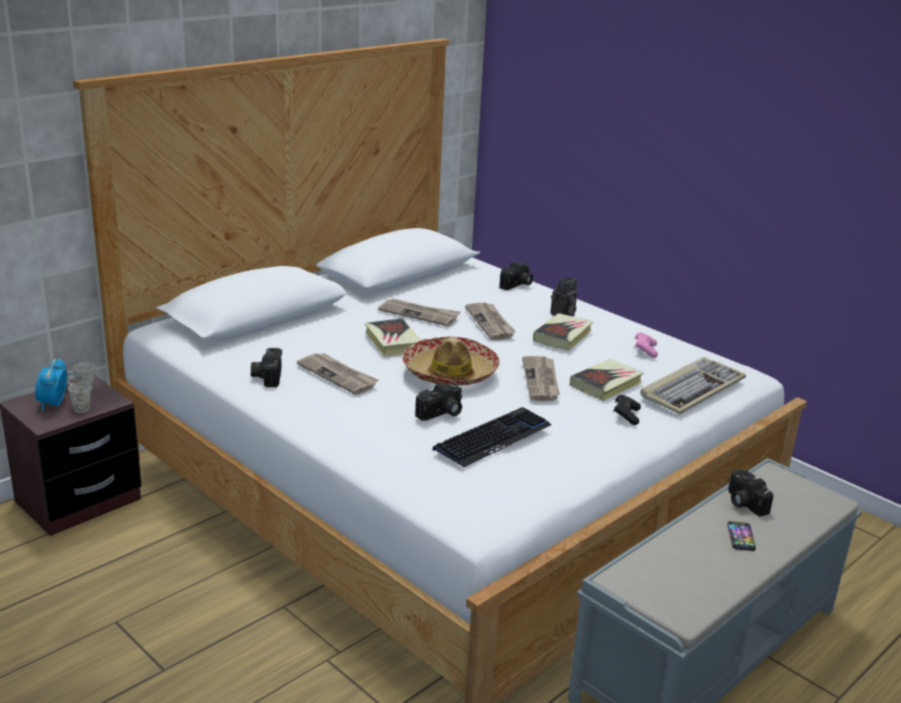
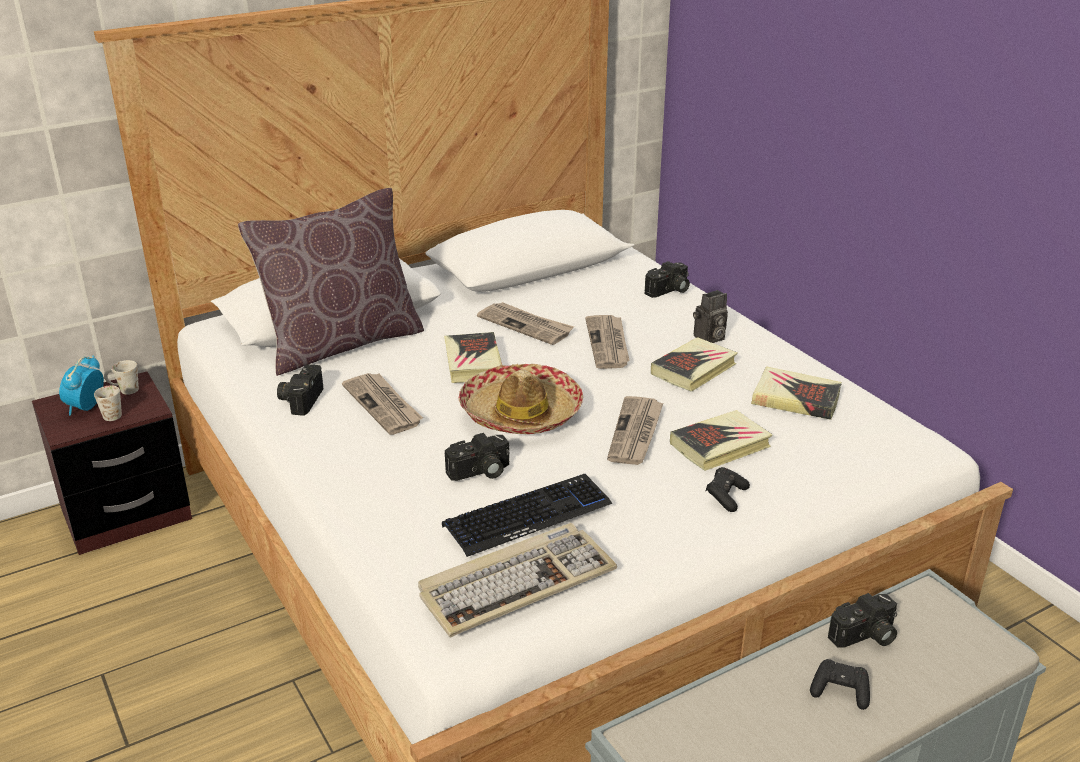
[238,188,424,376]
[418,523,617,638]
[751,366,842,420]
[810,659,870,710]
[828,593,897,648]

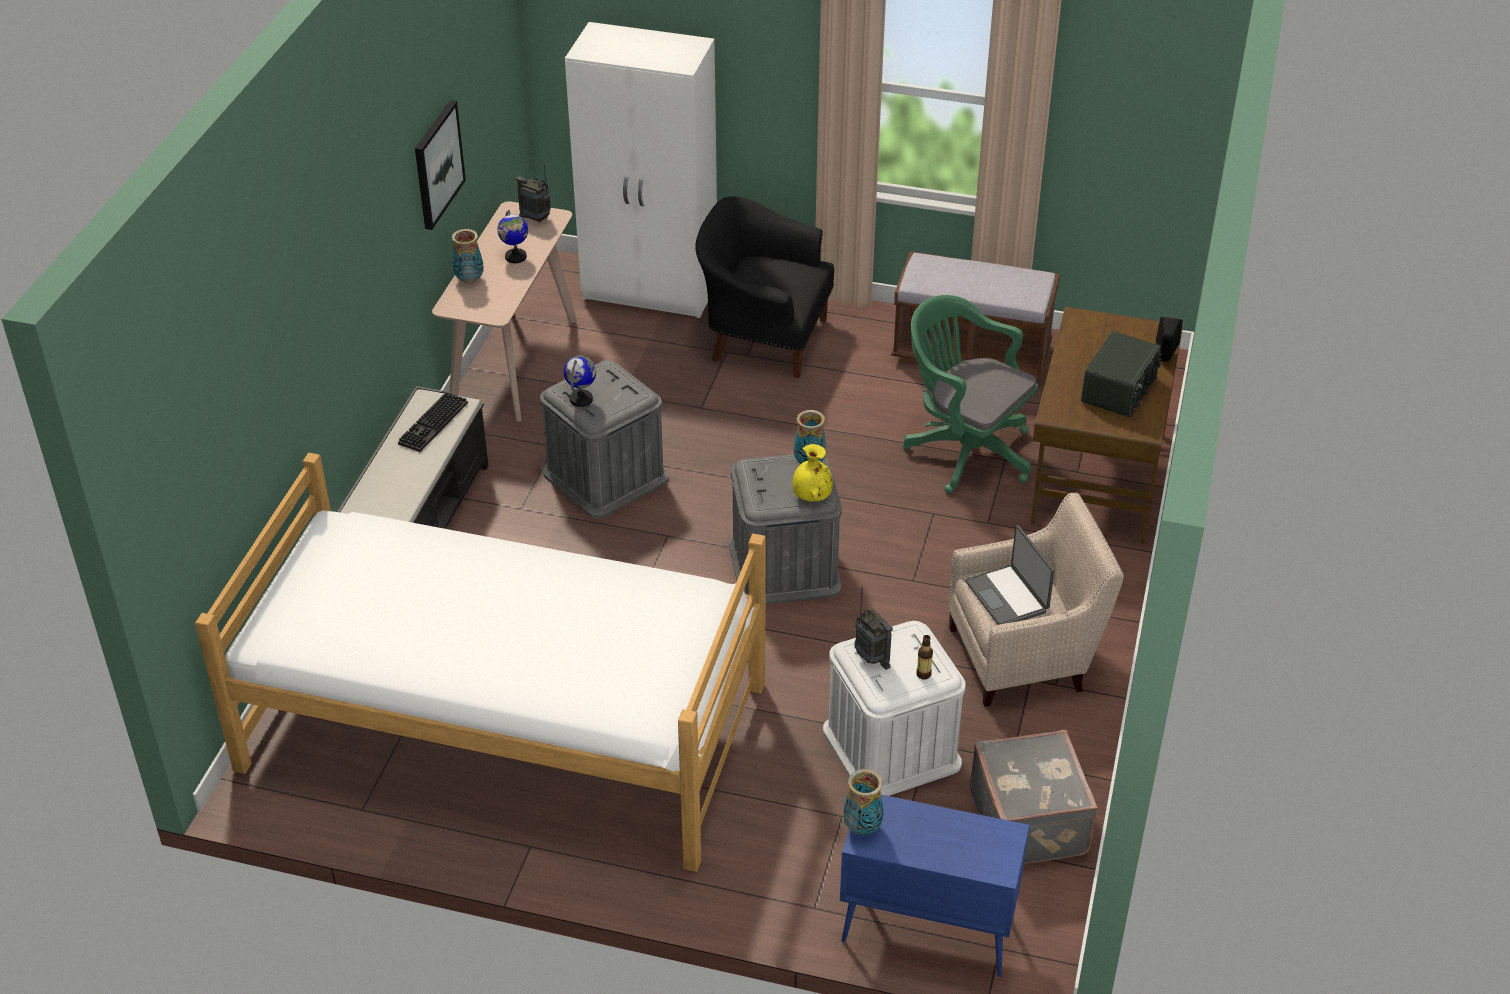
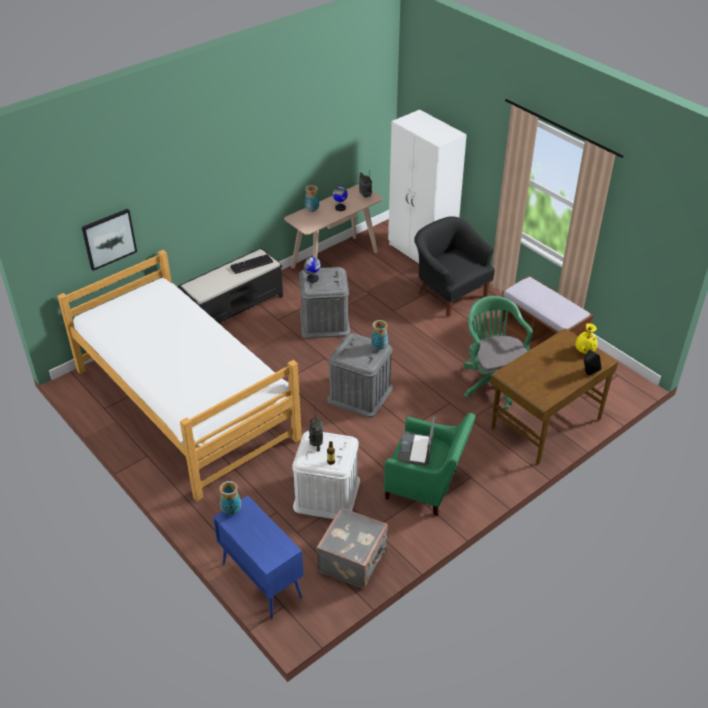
[1081,331,1162,417] (first image)
[82,209,137,271]
[575,323,597,354]
[384,413,475,516]

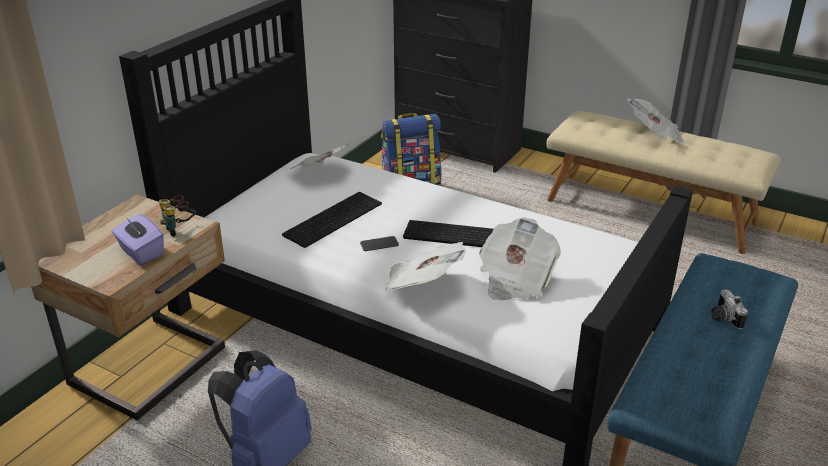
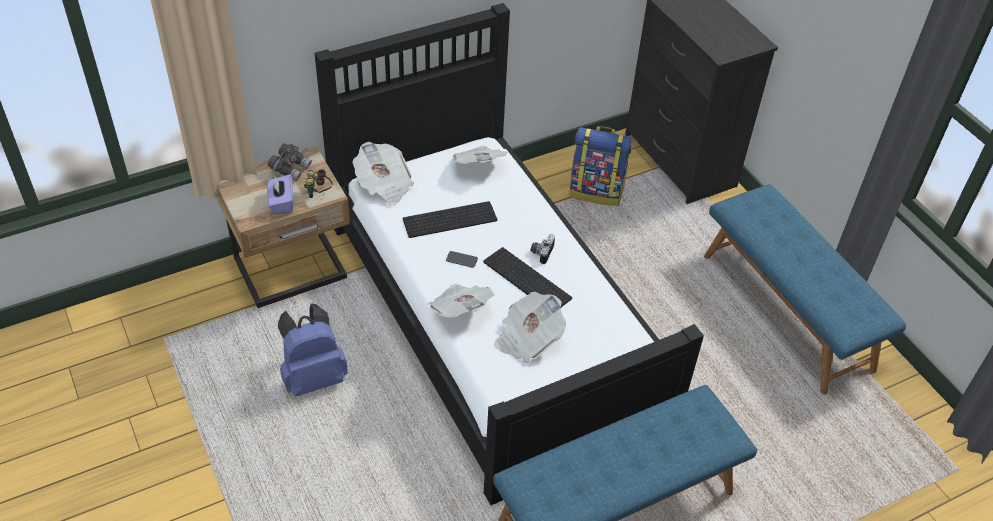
[268,143,312,181]
[353,142,414,205]
[531,234,555,264]
[704,184,906,395]

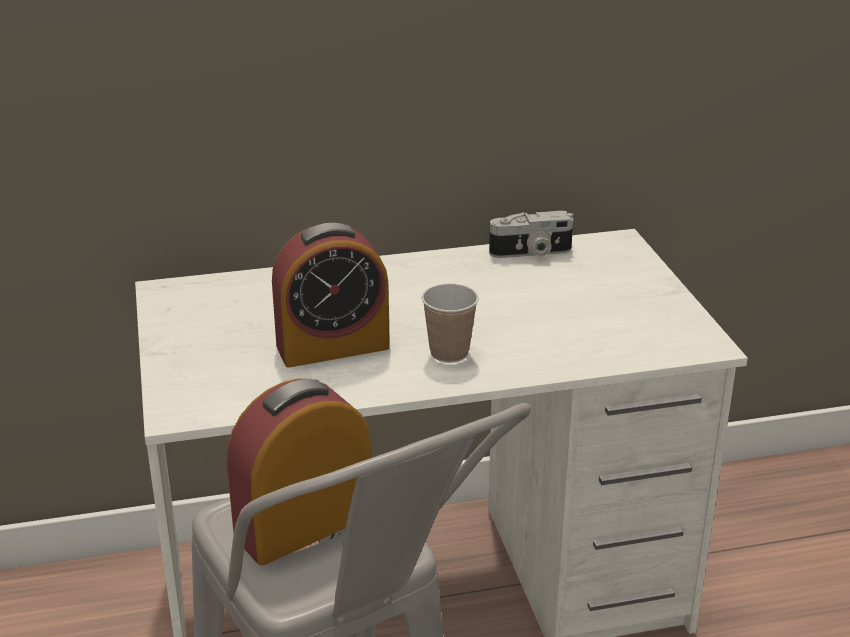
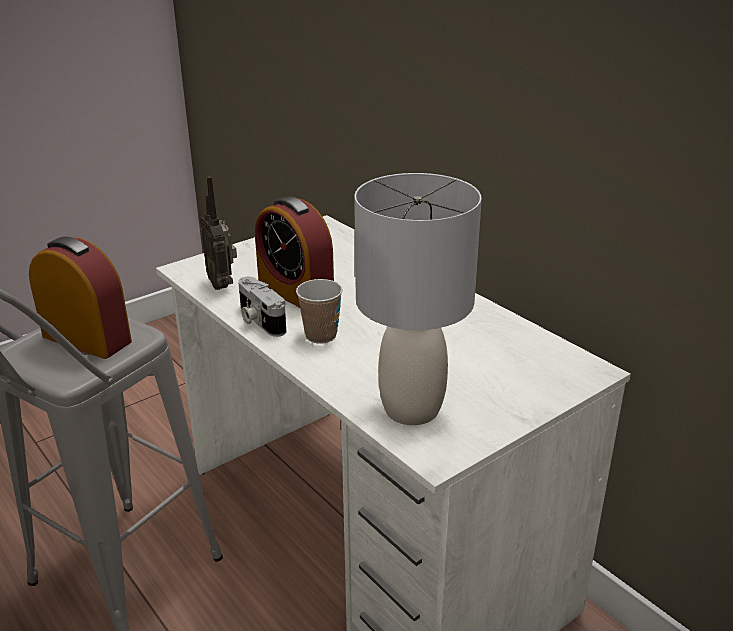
[200,176,237,290]
[354,173,482,425]
[238,277,286,337]

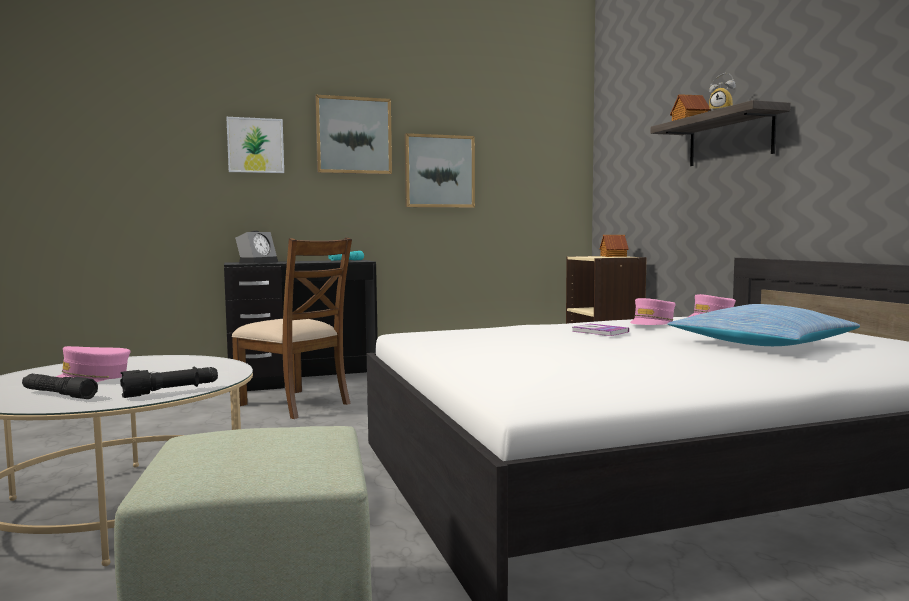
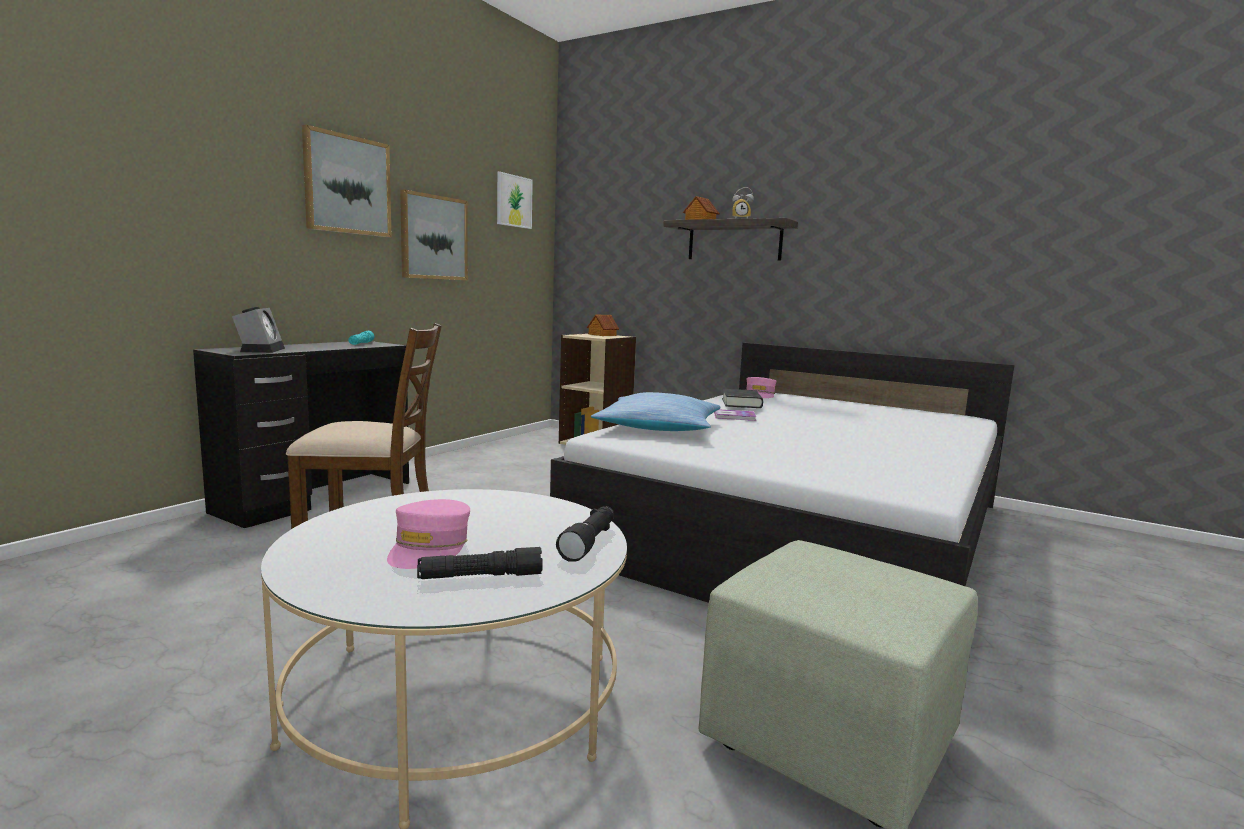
[497,172,533,229]
[591,392,721,431]
[722,389,763,408]

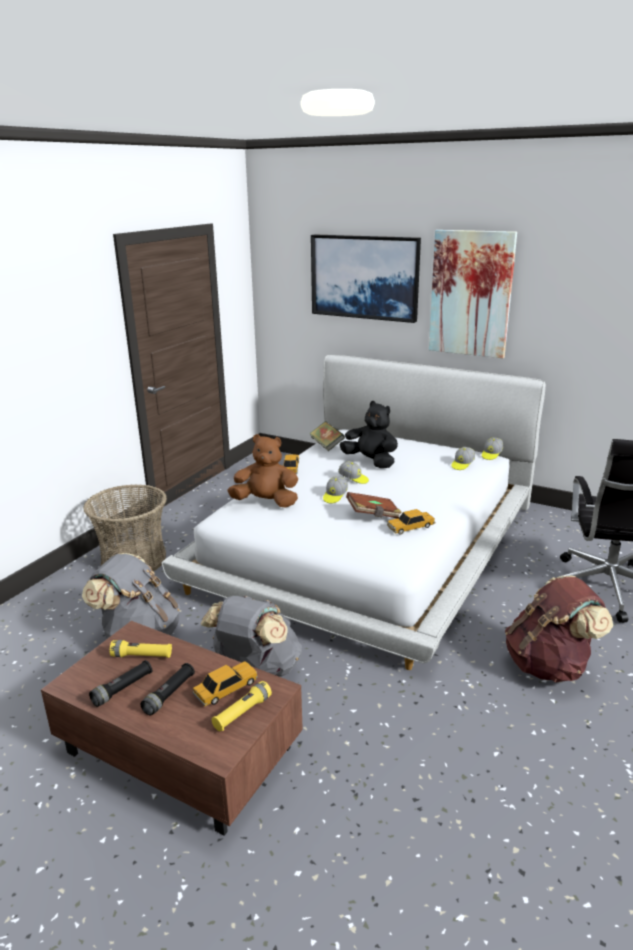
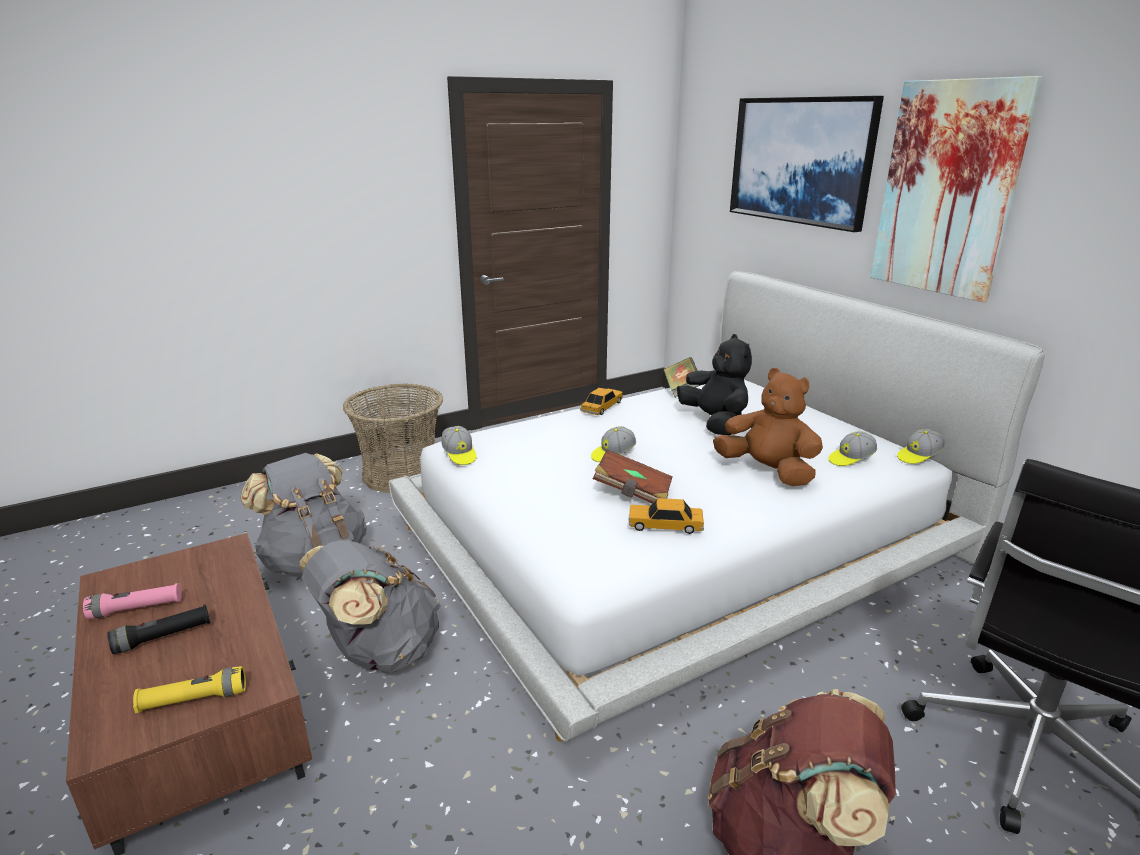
[109,640,172,658] (first image)
[192,661,258,706] (first image)
[713,368,823,486]
[441,426,477,465]
[83,583,182,619]

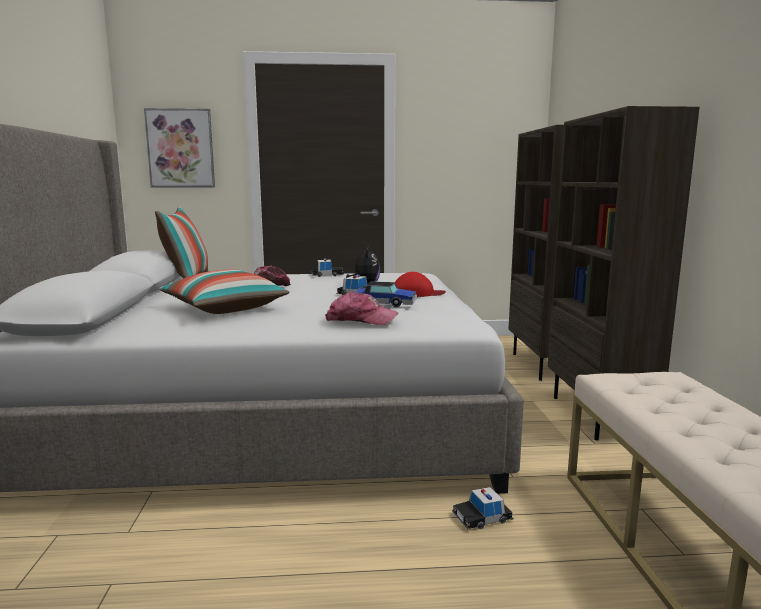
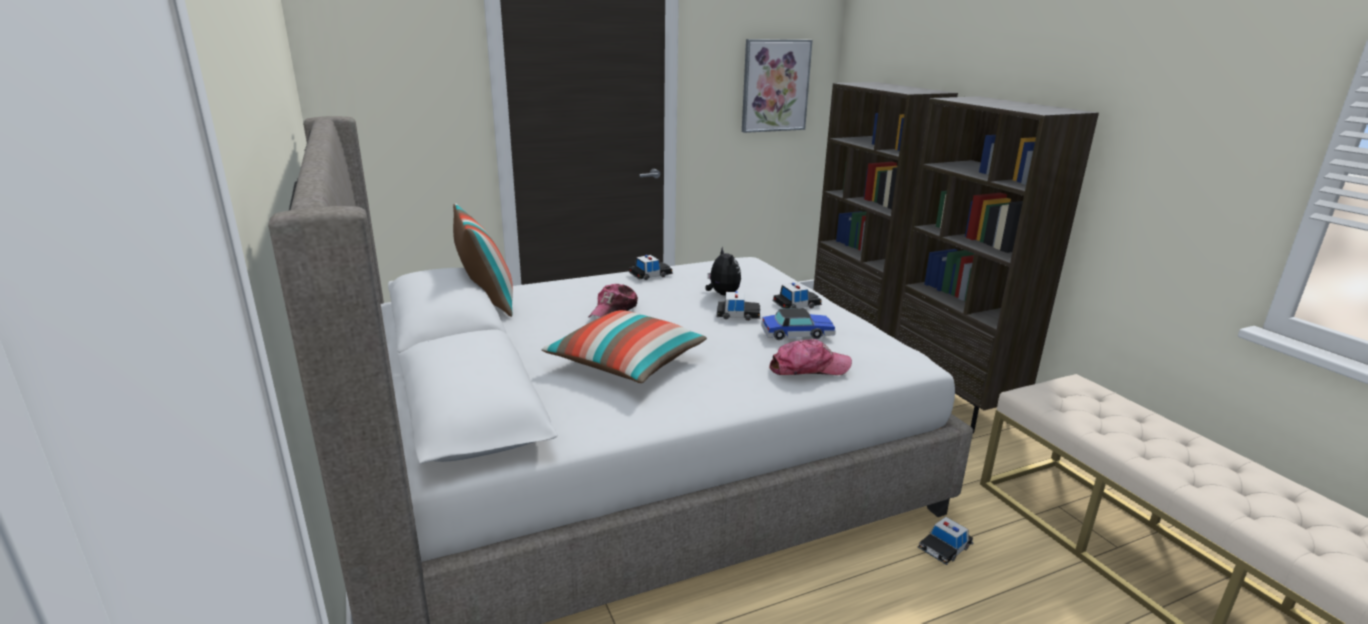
[742,39,813,133]
[772,282,822,309]

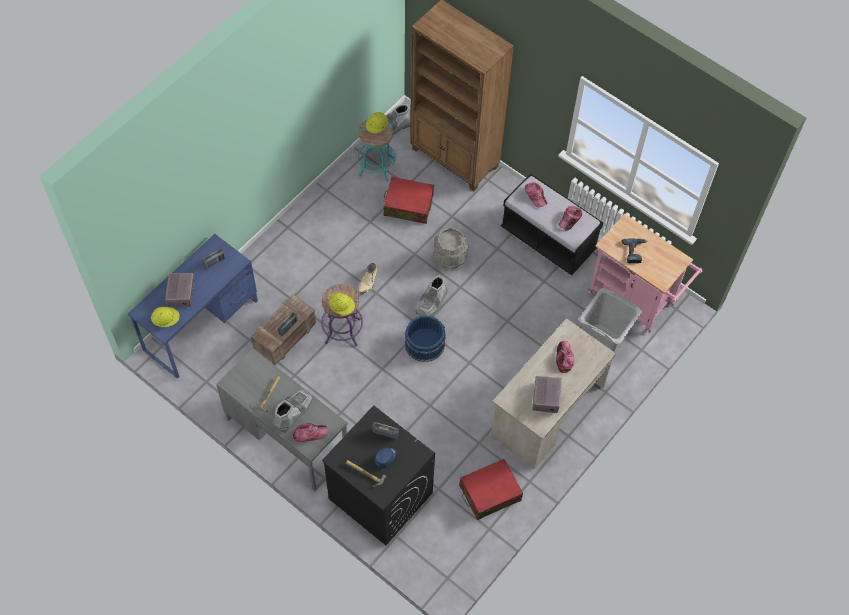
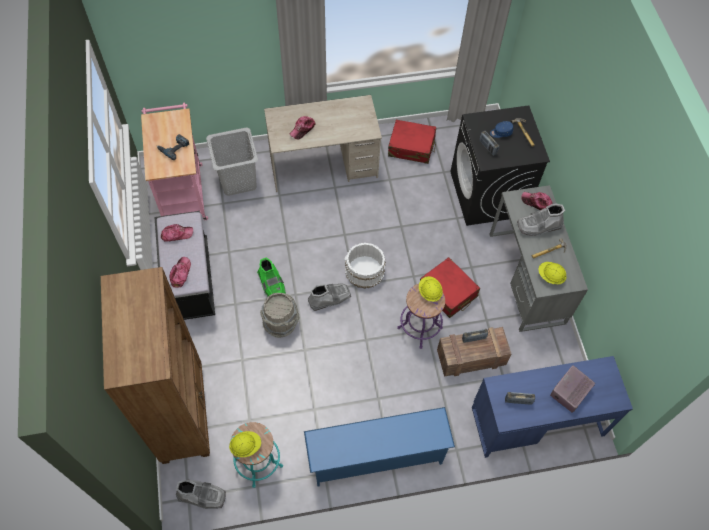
[357,263,378,294] (first image)
[532,376,562,413] (first image)
[257,257,286,296]
[304,407,455,487]
[539,262,567,285]
[420,257,480,318]
[345,243,386,289]

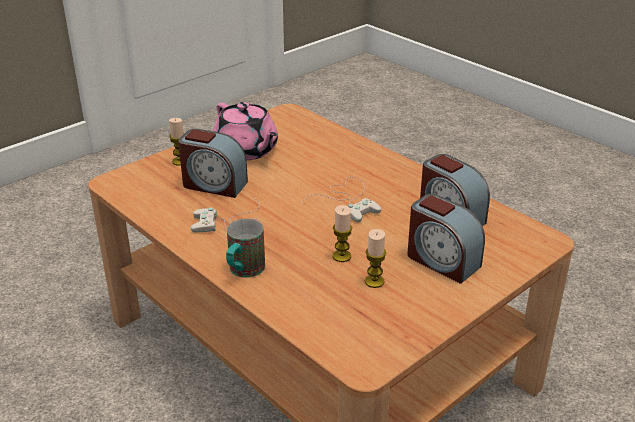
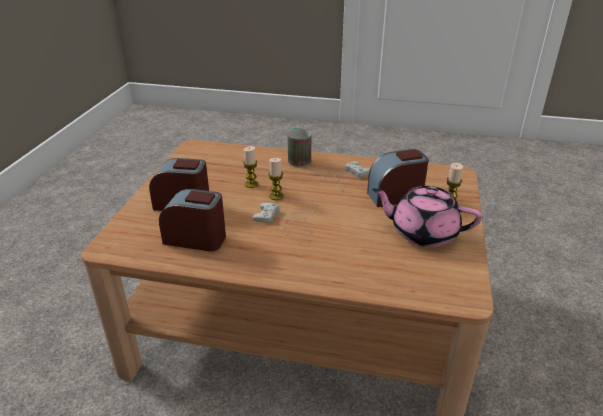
[268,158,284,200]

